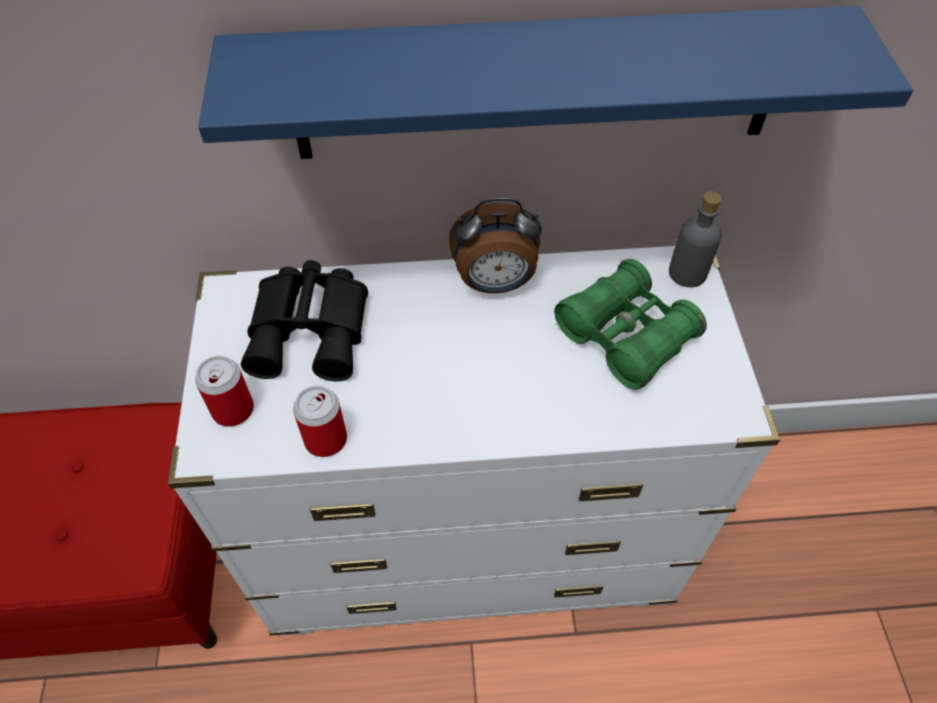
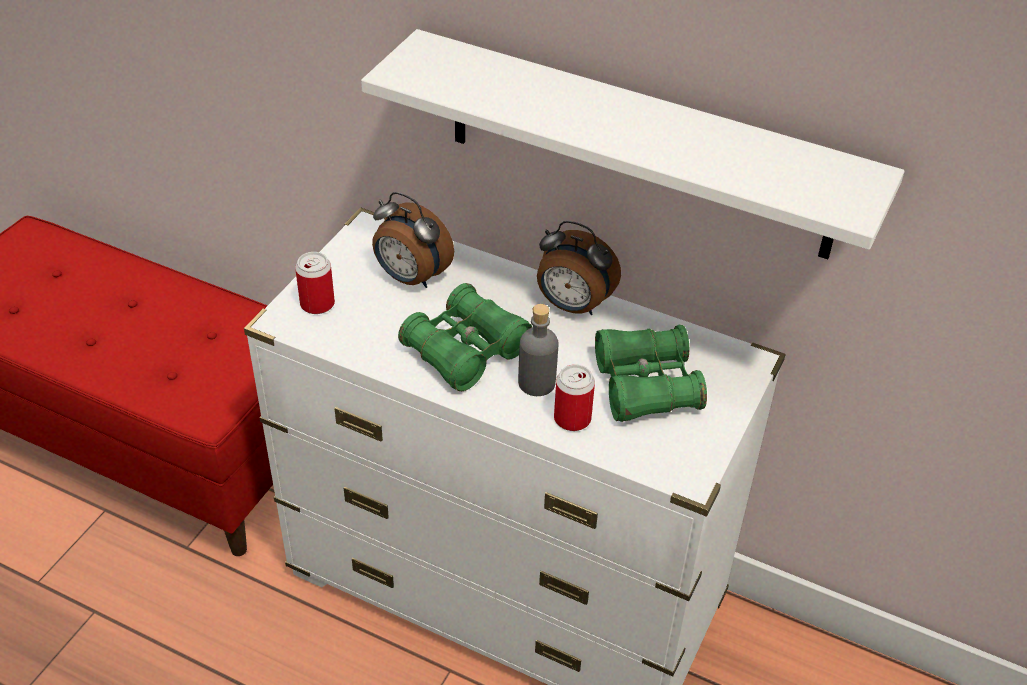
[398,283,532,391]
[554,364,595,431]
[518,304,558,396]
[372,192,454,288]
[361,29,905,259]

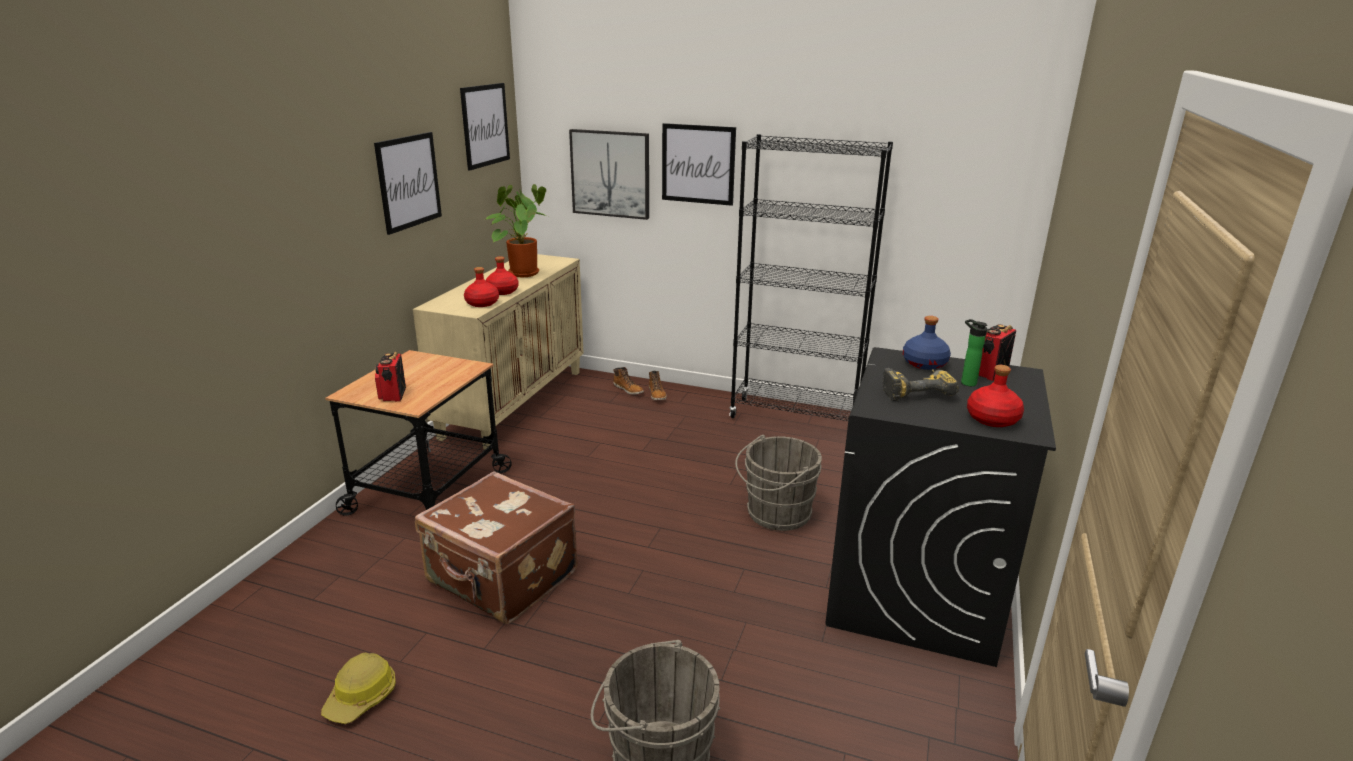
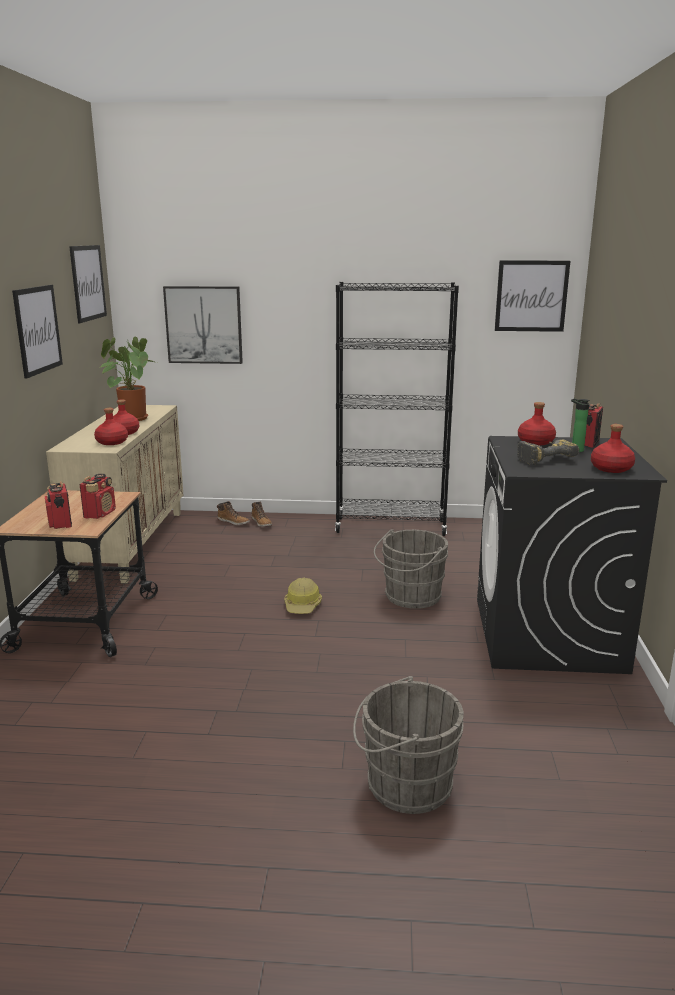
[415,471,578,624] (first image)
[80,474,116,519]
[284,577,322,614]
[495,260,570,332]
[518,402,556,445]

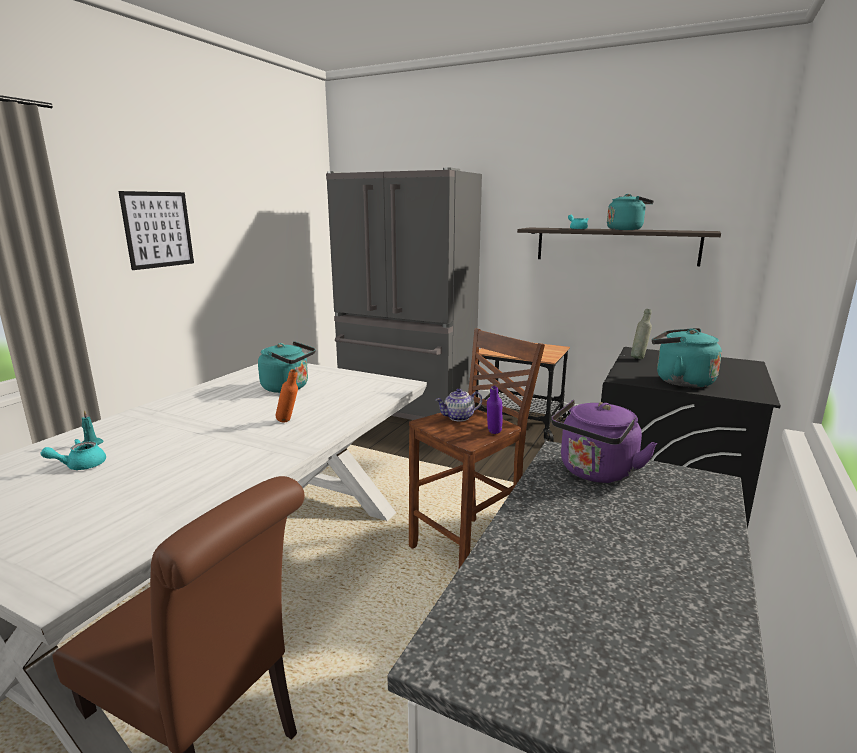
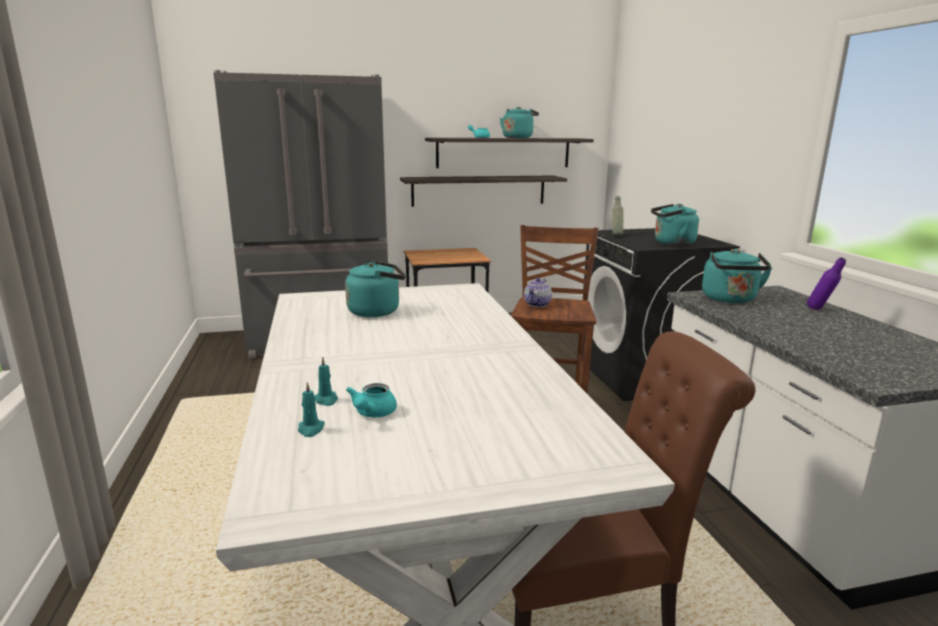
[118,191,194,270] (first image)
[276,369,298,423] (first image)
[298,382,325,437]
[400,175,567,207]
[807,257,846,310]
[702,249,772,303]

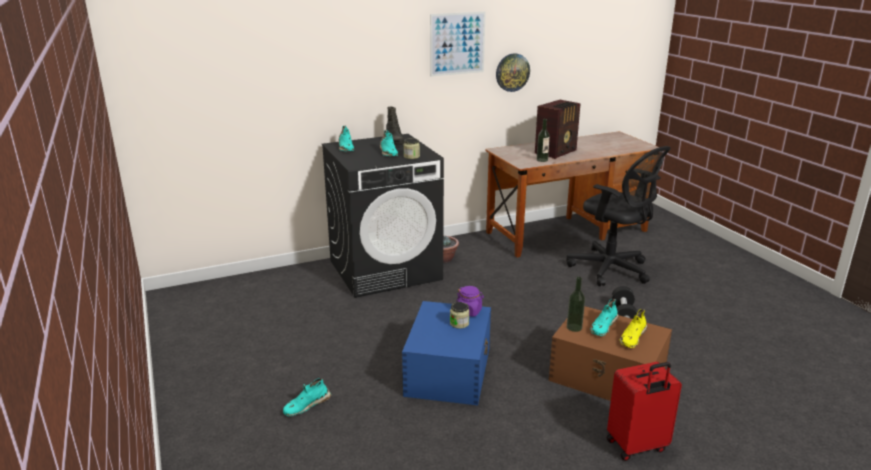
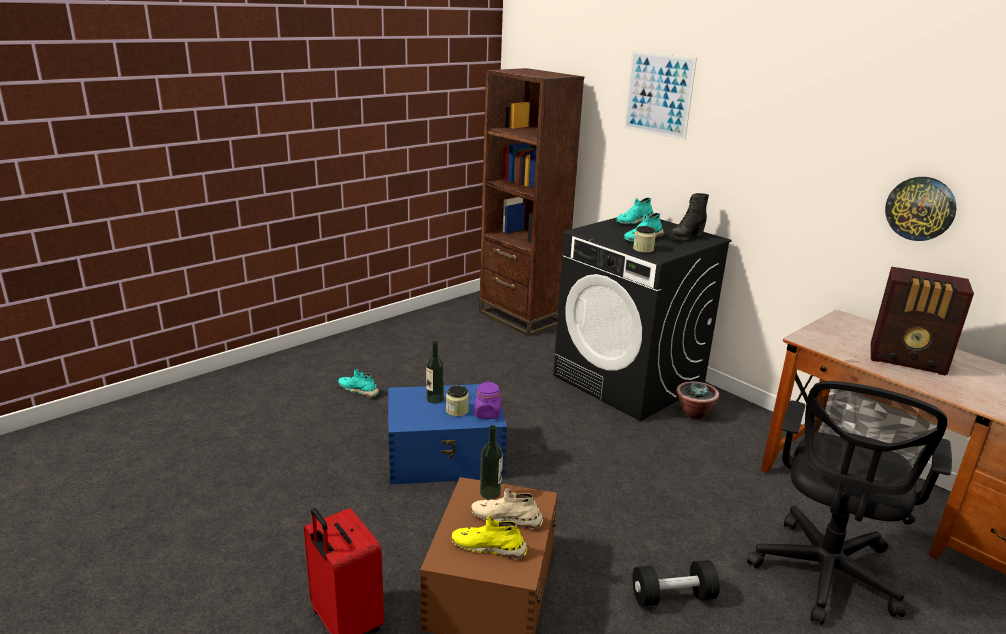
[479,68,584,336]
[624,51,697,140]
[426,341,444,404]
[472,488,543,529]

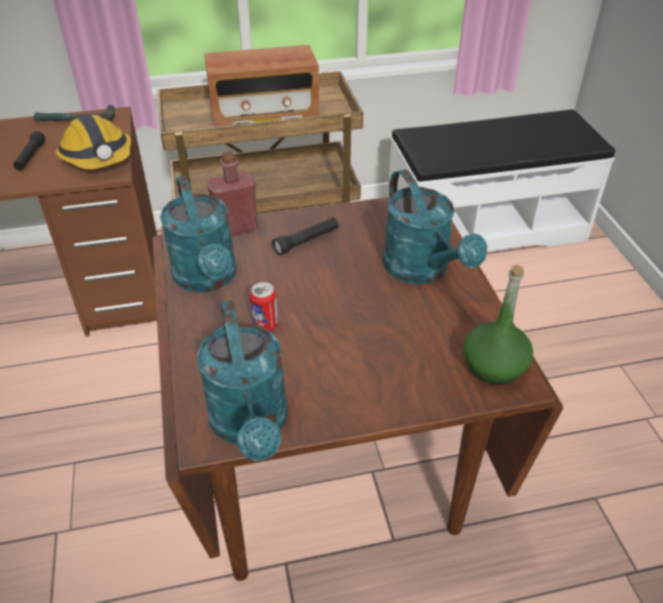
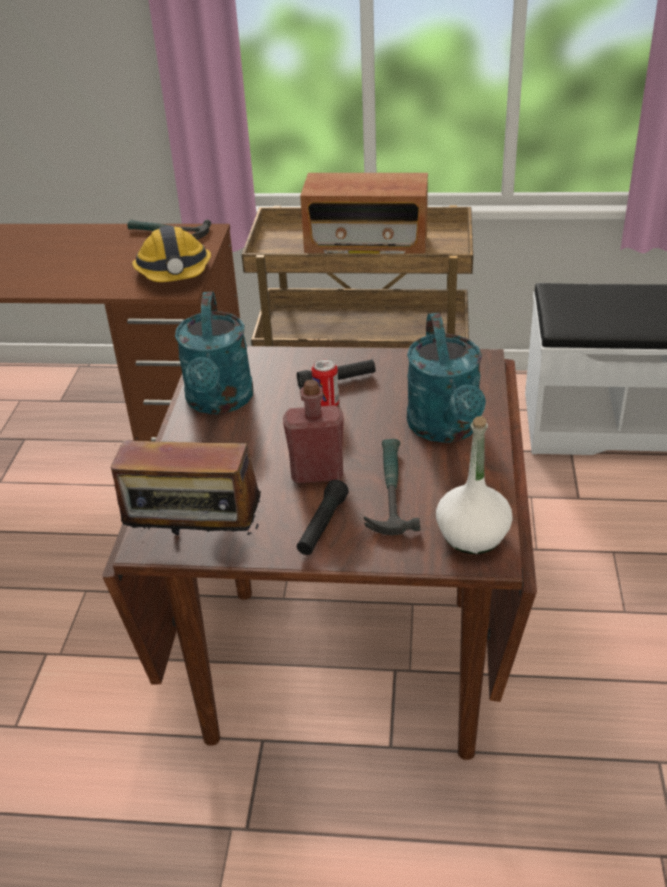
[364,439,420,535]
[297,480,349,555]
[283,380,344,483]
[312,359,339,406]
[111,438,261,551]
[436,416,513,554]

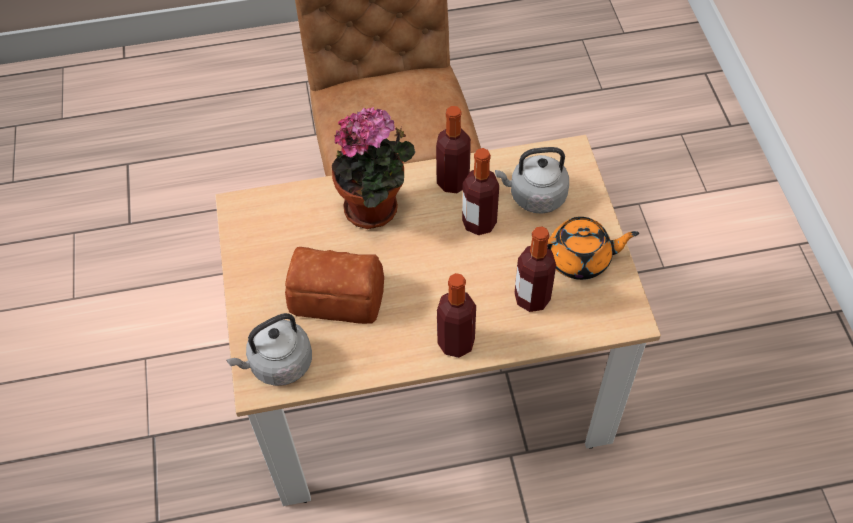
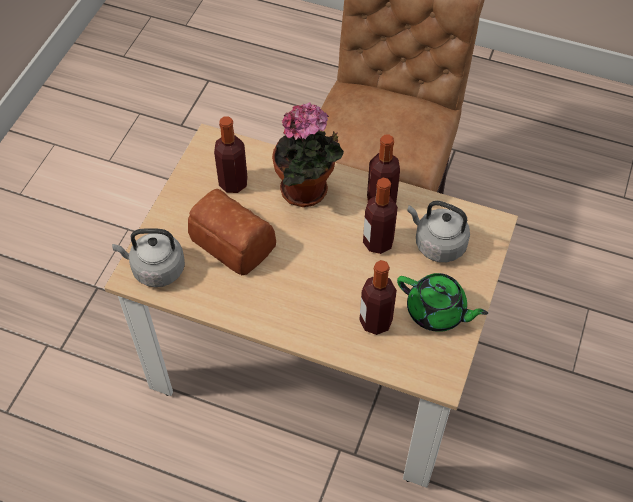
[214,116,248,193]
[397,273,488,332]

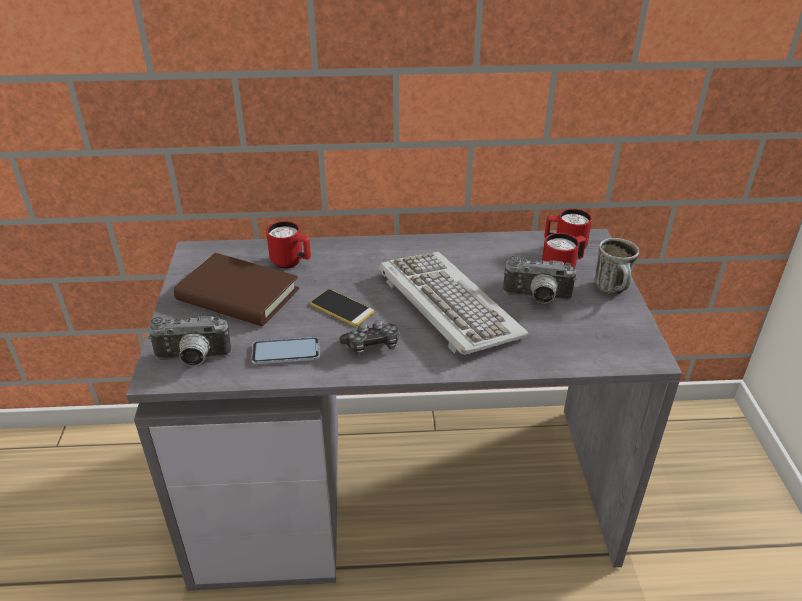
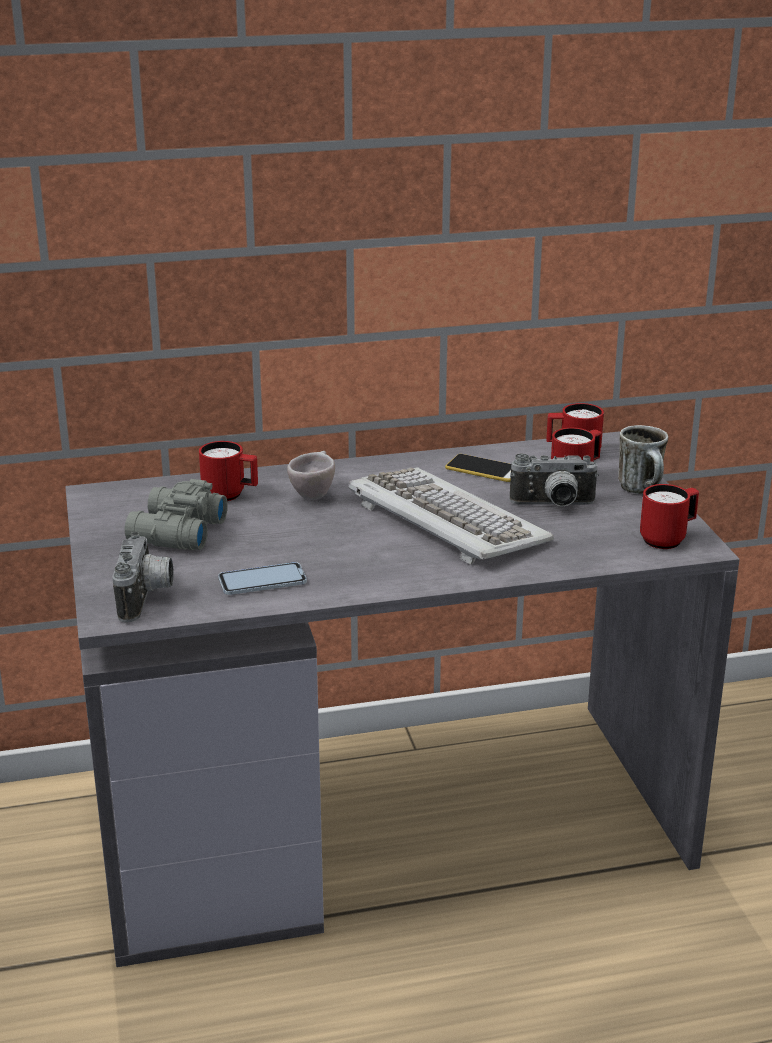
[339,320,399,356] (first image)
[287,451,335,500]
[640,484,699,549]
[445,454,511,482]
[125,479,228,550]
[112,532,174,622]

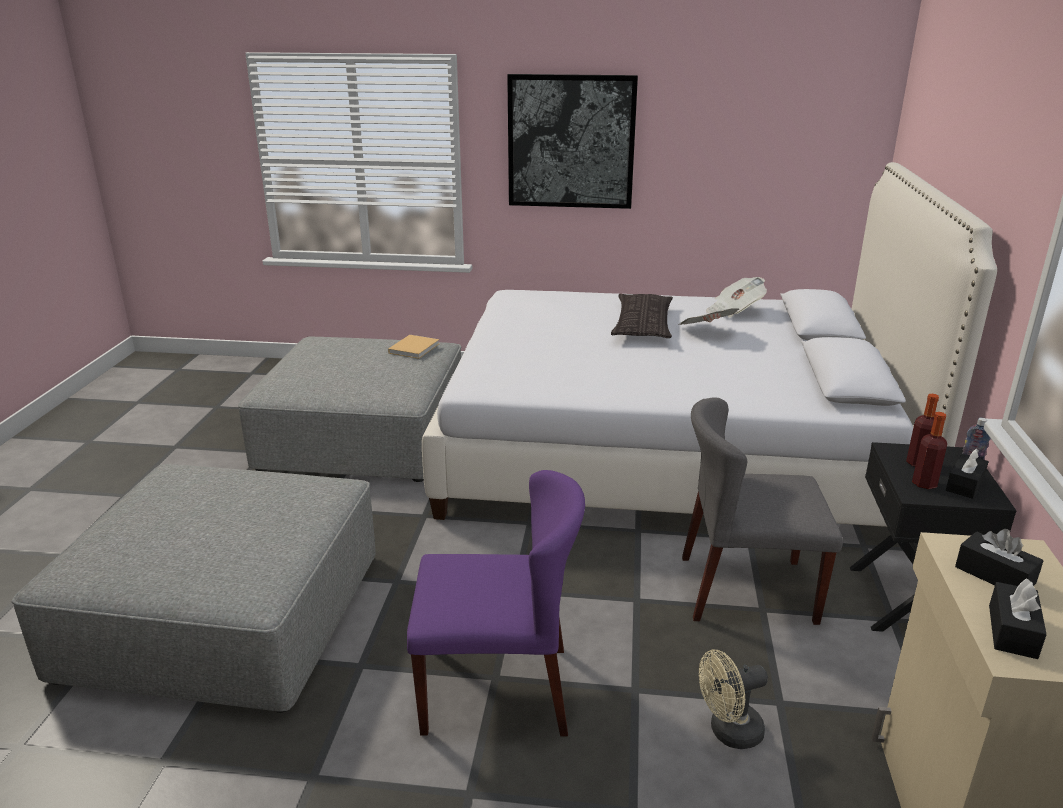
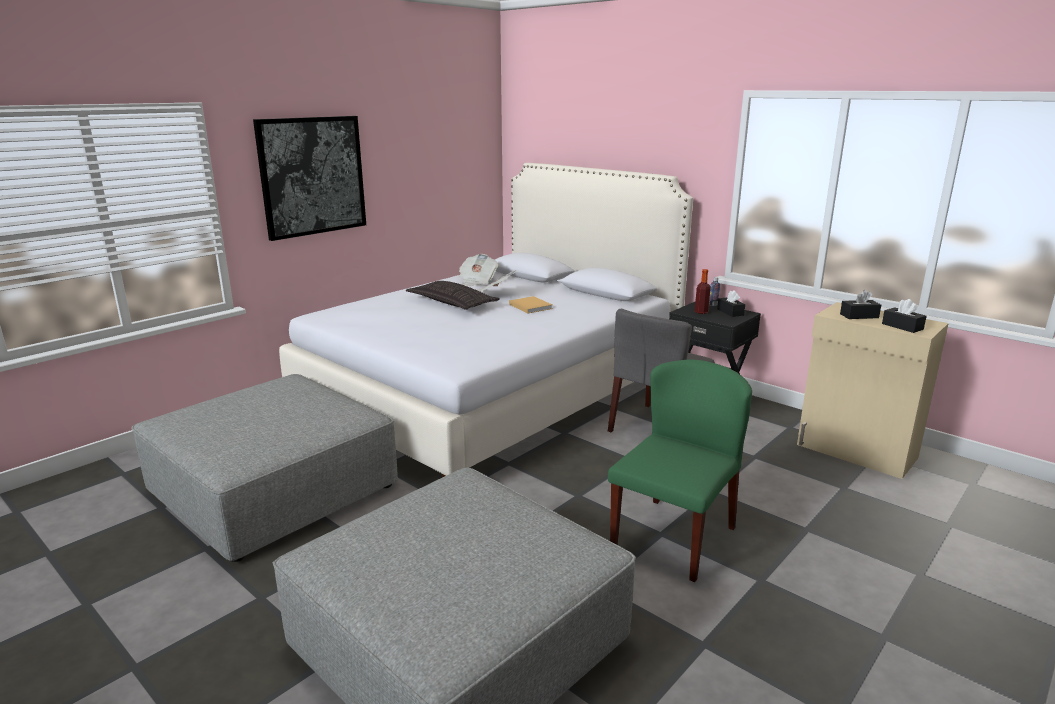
[699,650,768,749] (first image)
[912,412,947,489] (first image)
[509,296,553,314]
[608,360,752,582]

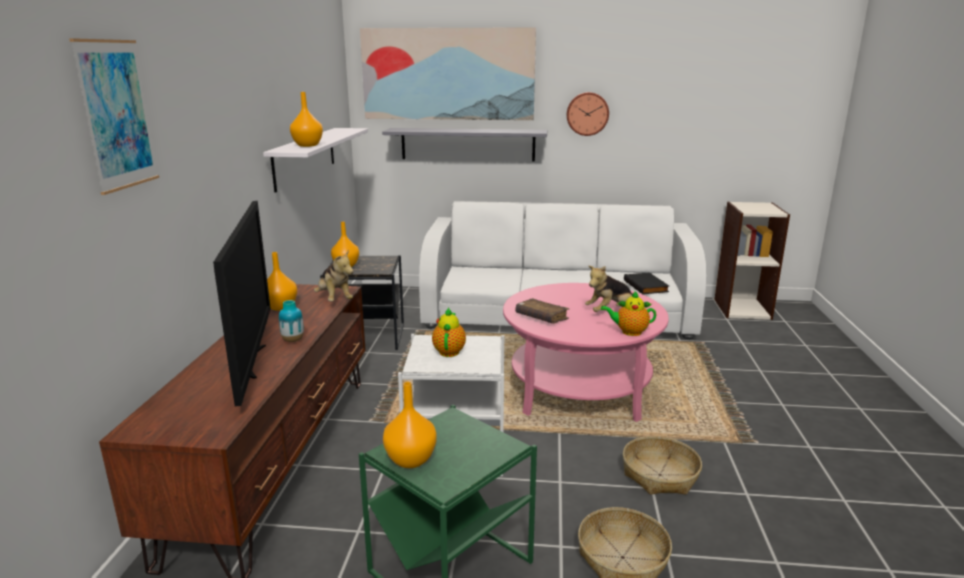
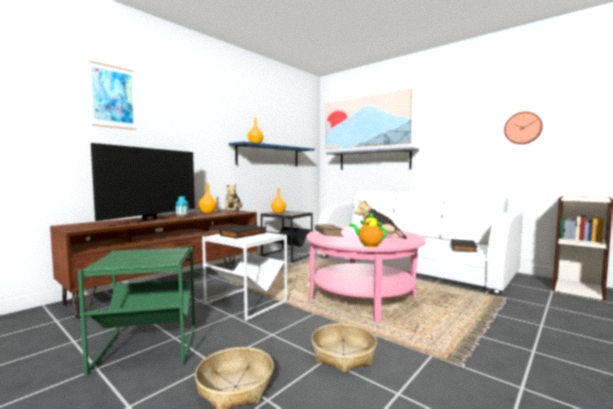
[383,382,437,468] (first image)
[504,111,543,144]
[220,225,267,239]
[229,141,315,167]

